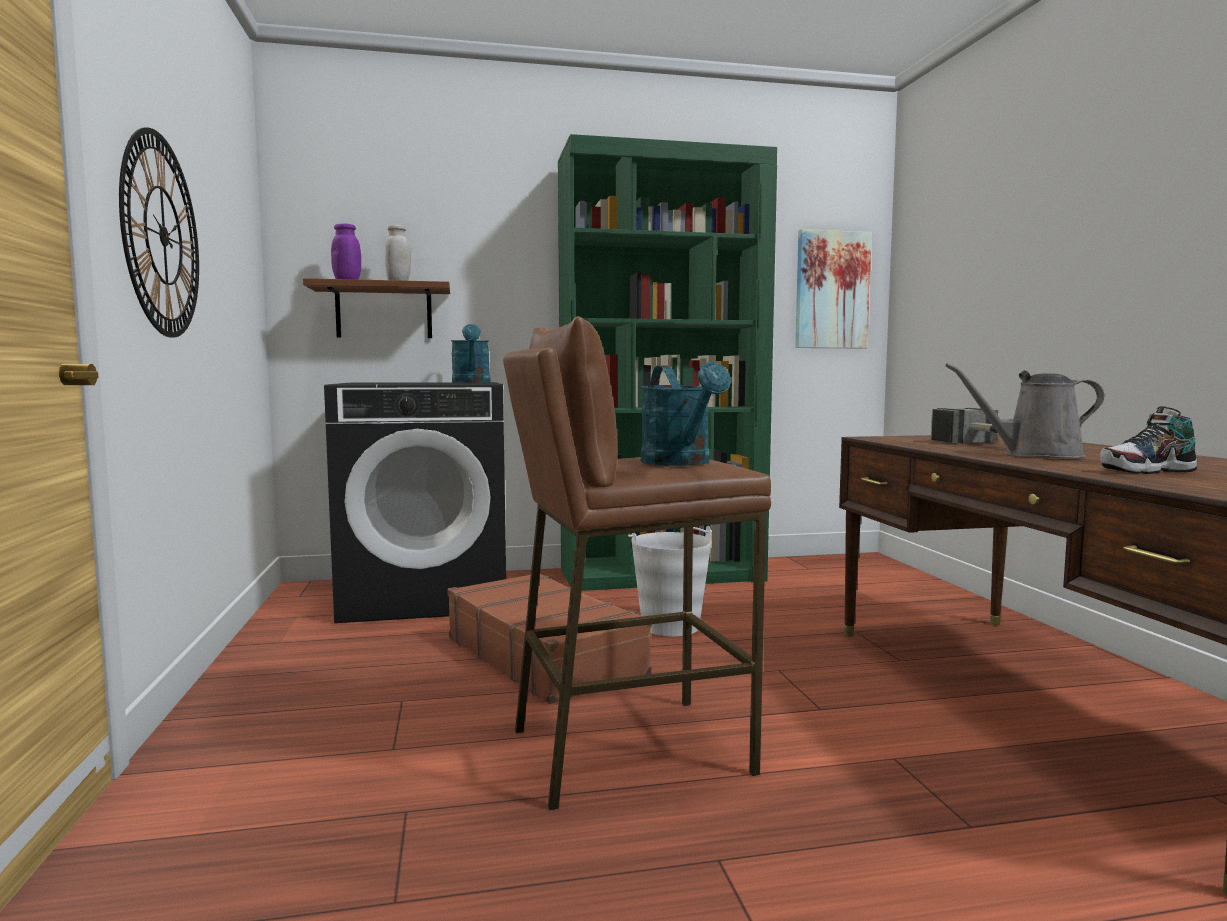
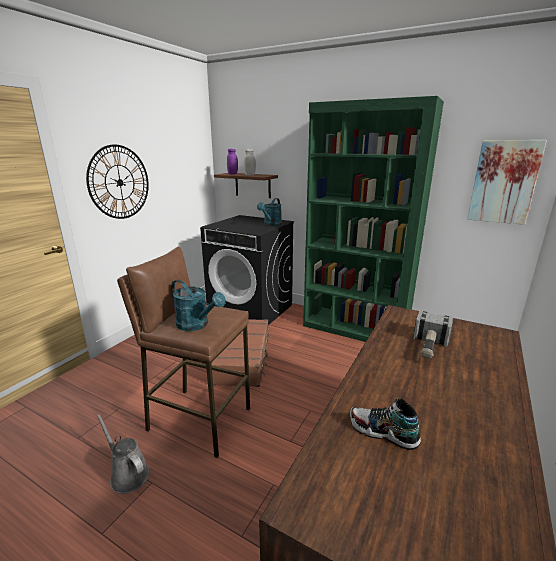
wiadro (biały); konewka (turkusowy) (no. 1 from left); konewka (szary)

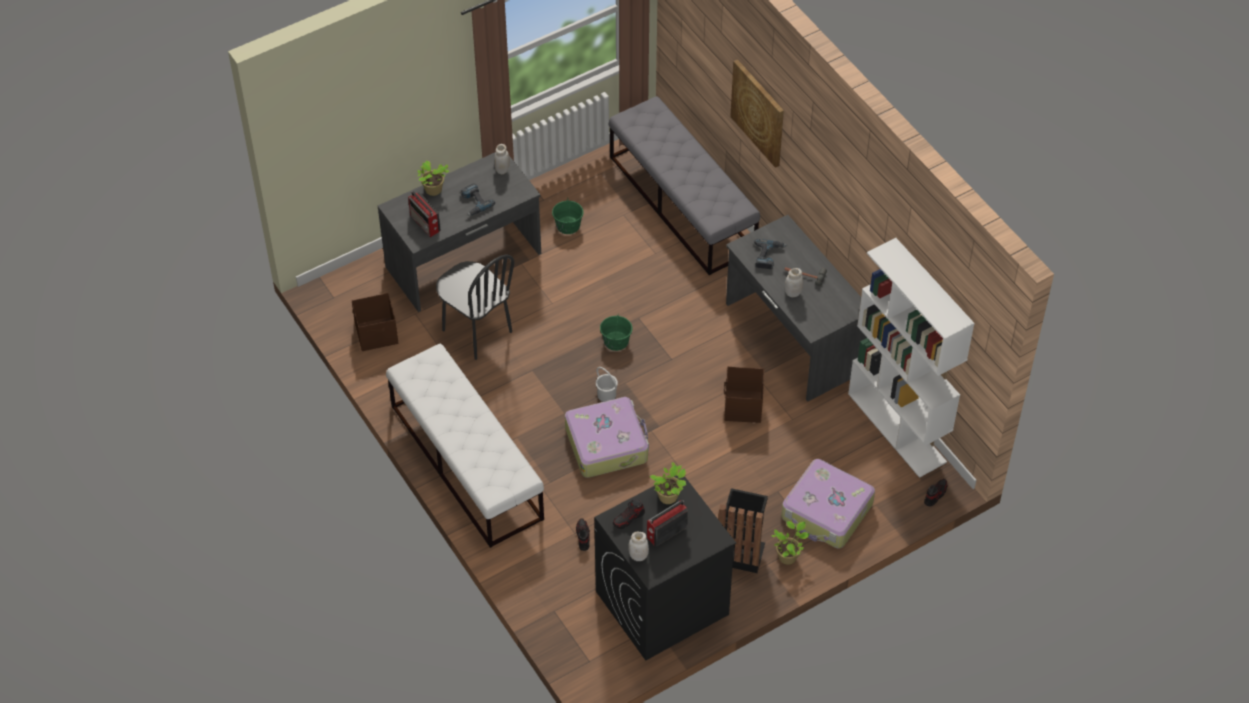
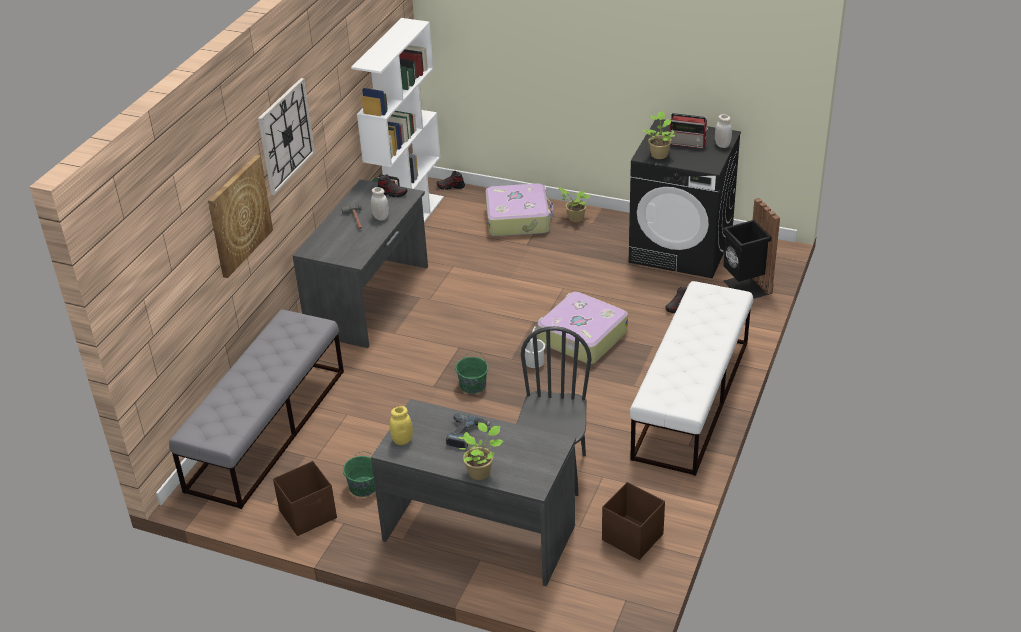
radio (no. 1 from left in the first image); słoik (żółty); but (no. 1 from left); kosz na śmieci (czarny); pojemnik do przechowywania (brązowy) (no. 1 from left); wiertarka (no. 2 from left in the first image); zegar ścienny

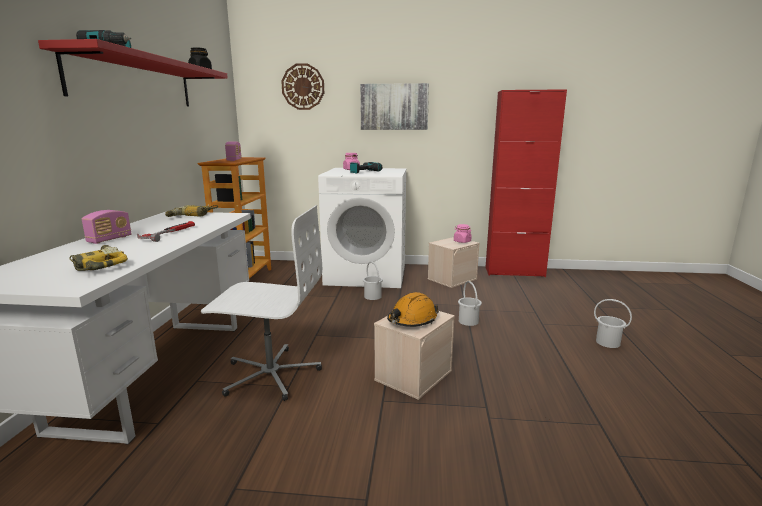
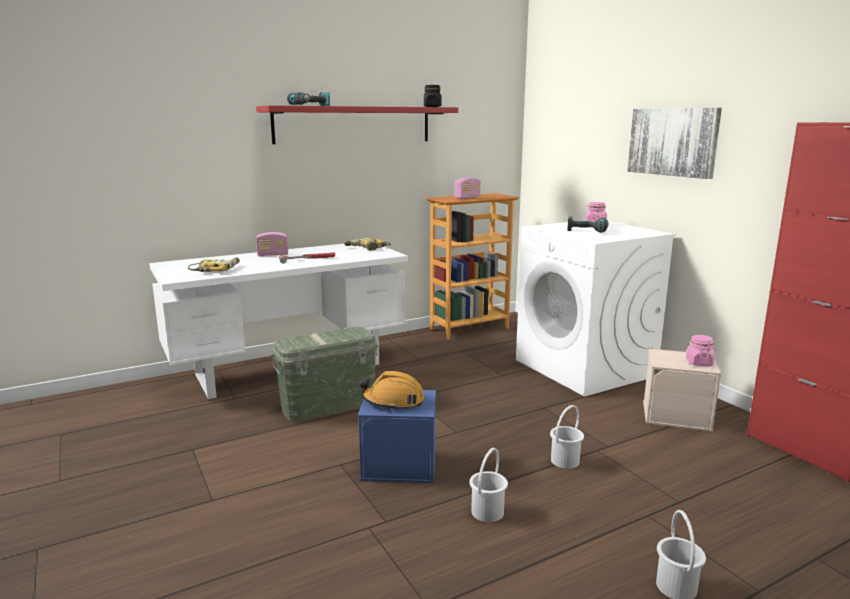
pojemnik do przechowywania (zielony); zegar ścienny; wiadro (biały) (no. 1 from left); pojemnik do przechowywania (niebieski)

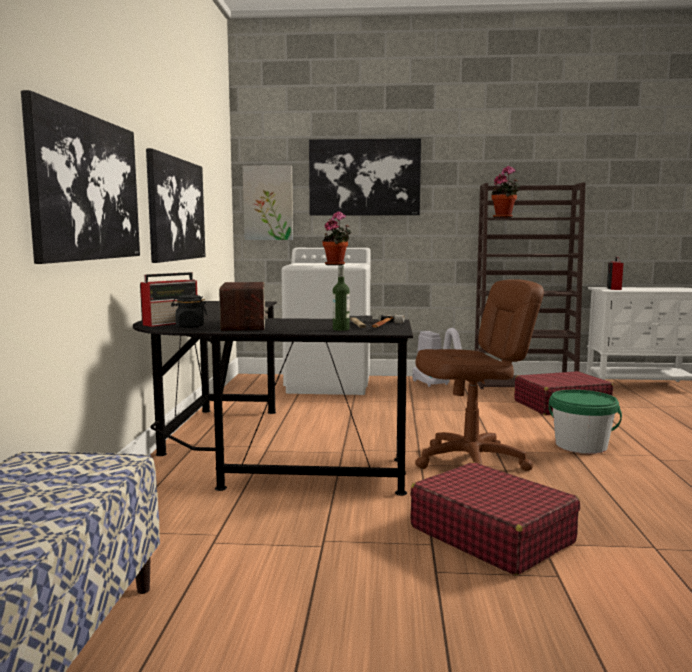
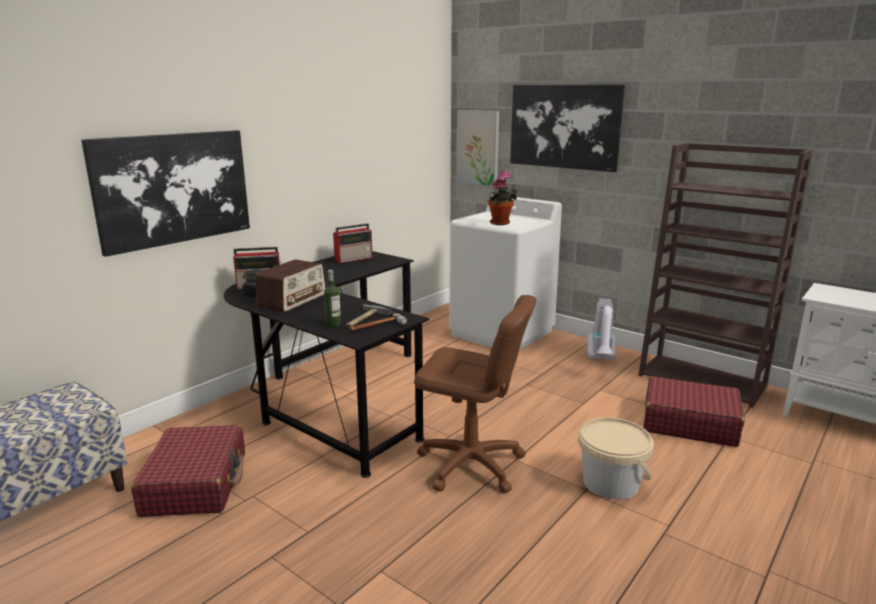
obraz (no. 2 from left in the first image); walizka (czerwony) (no. 1 from left); roślina doniczkowa (no. 2 from left in the first image); wiadro (beżowy); radio (no. 3 from left)

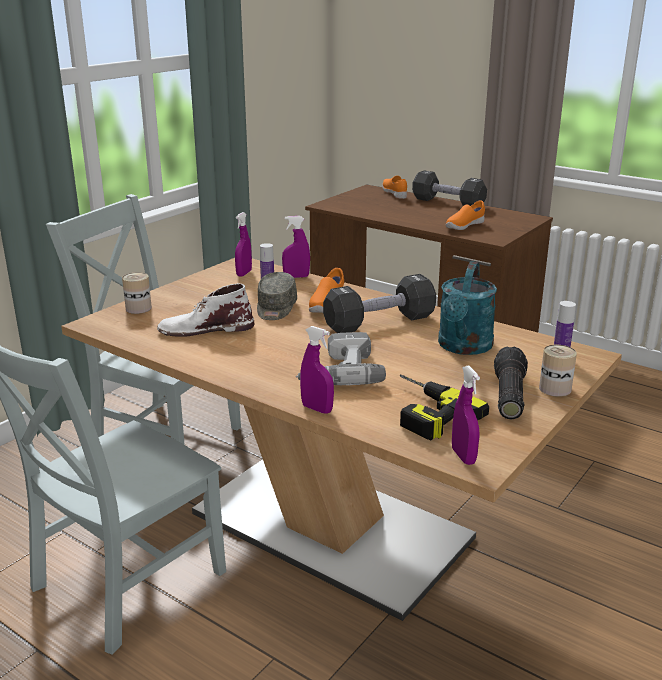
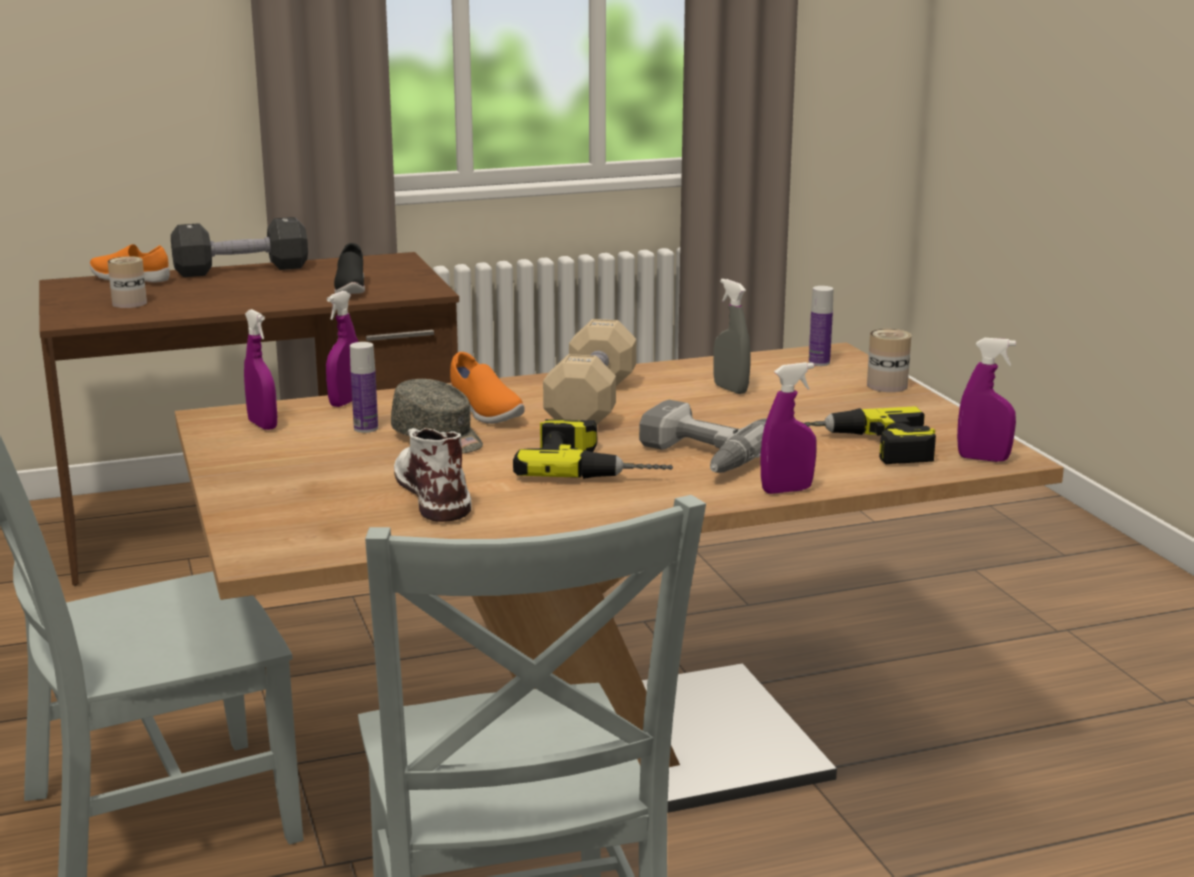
puszka (no. 1 from left); but z cholewką (biały); hantel (beżowy); spryskiwacz (szary); but (czarny); latarka; wiertarka (no. 1 from left)

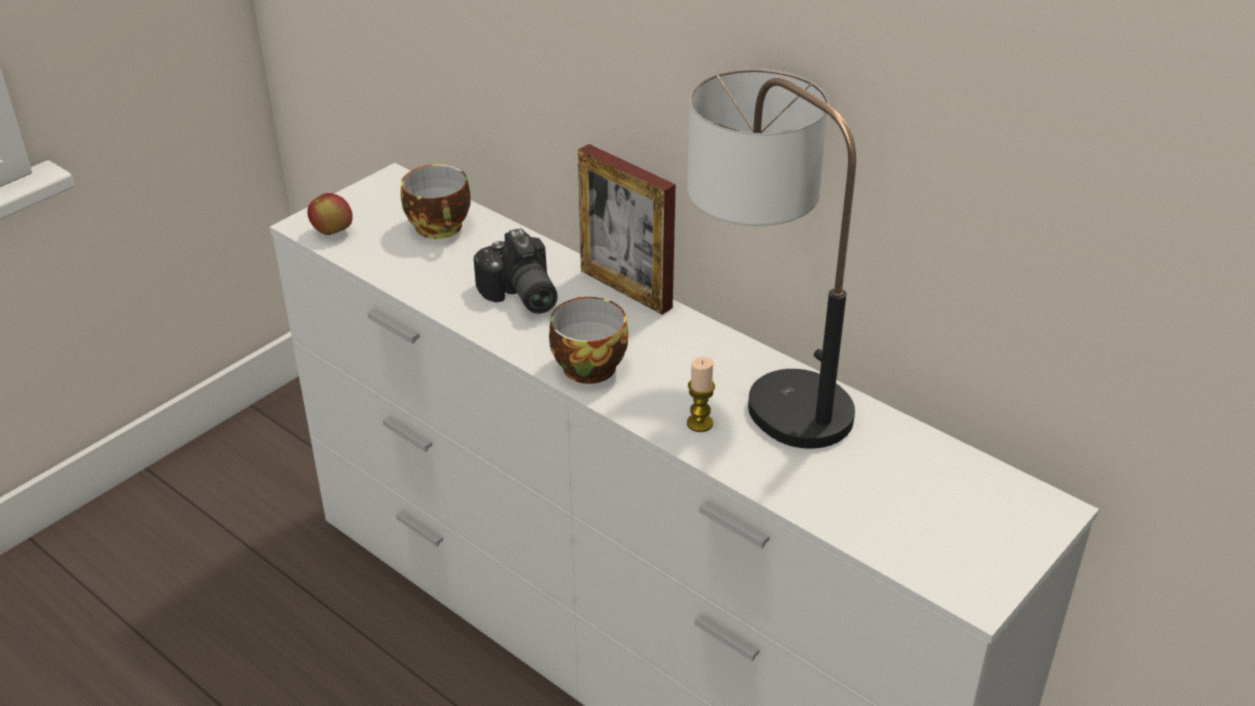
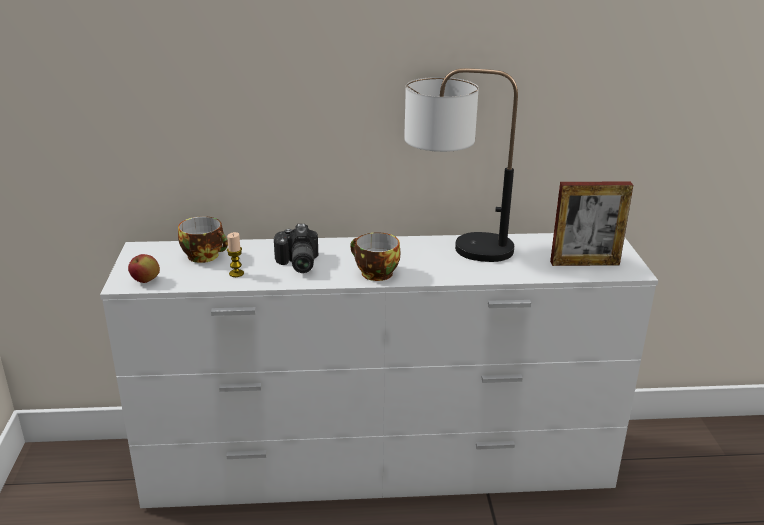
aparat fotograficzny; ramka na zdjęcie; świeca

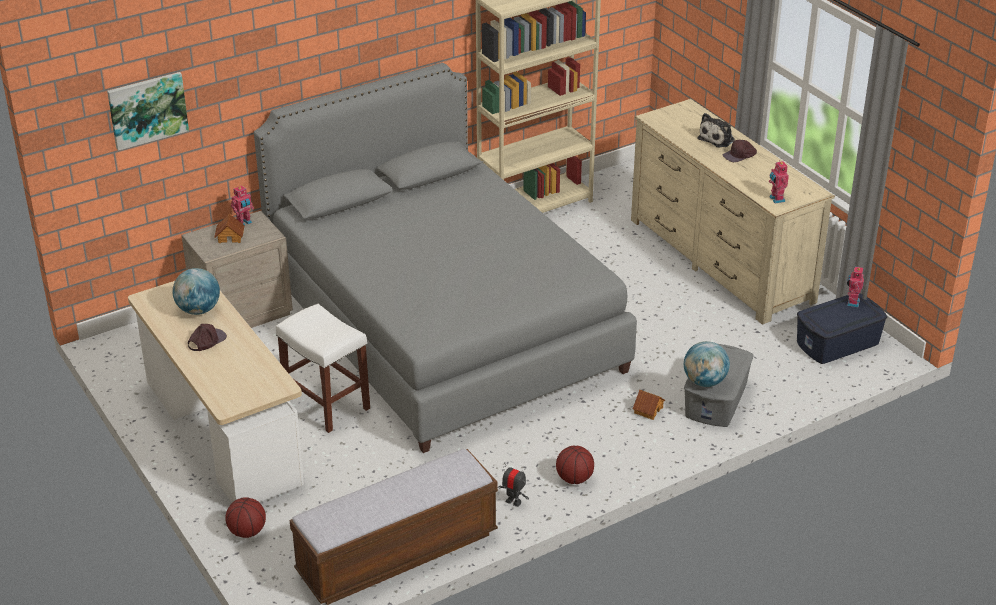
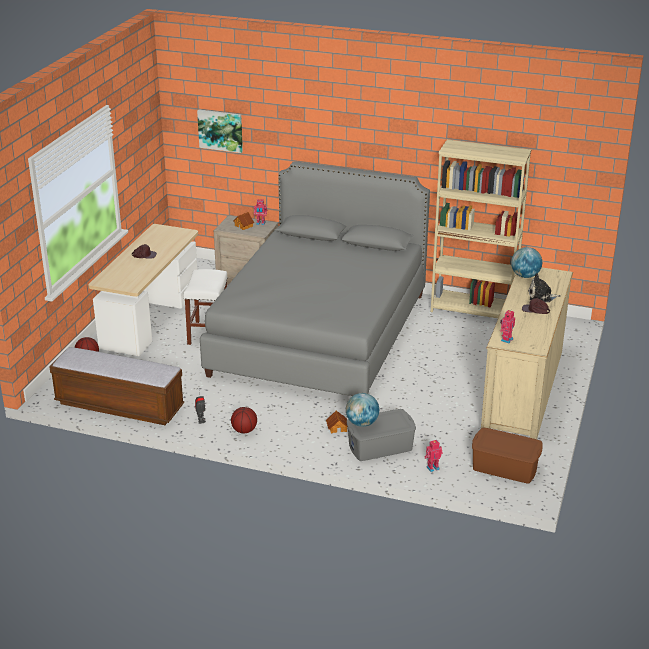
globus (no. 2 from left); pojemnik do przechowywania (brązowy); robot zabawkowy (no. 3 from left)

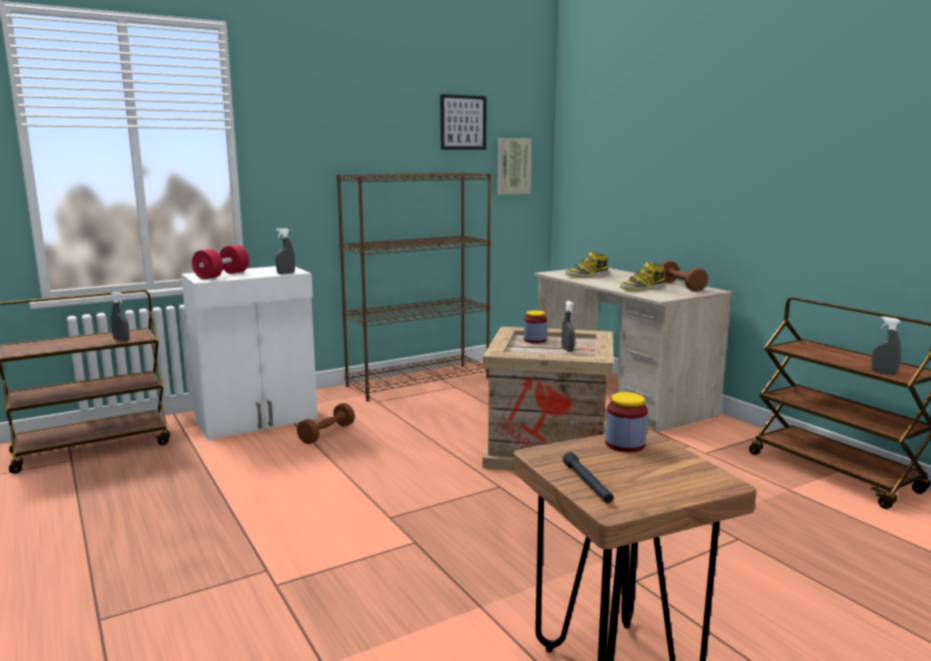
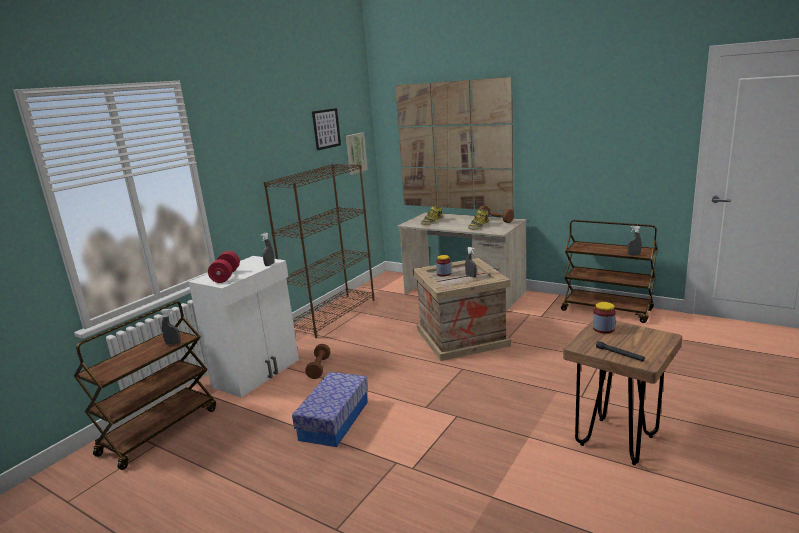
pojemnik do przechowywania; obraz (no. 3 from left)

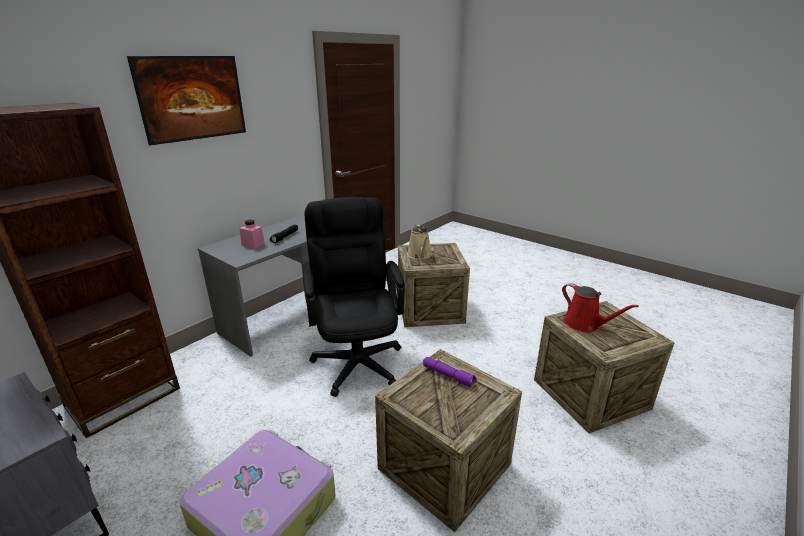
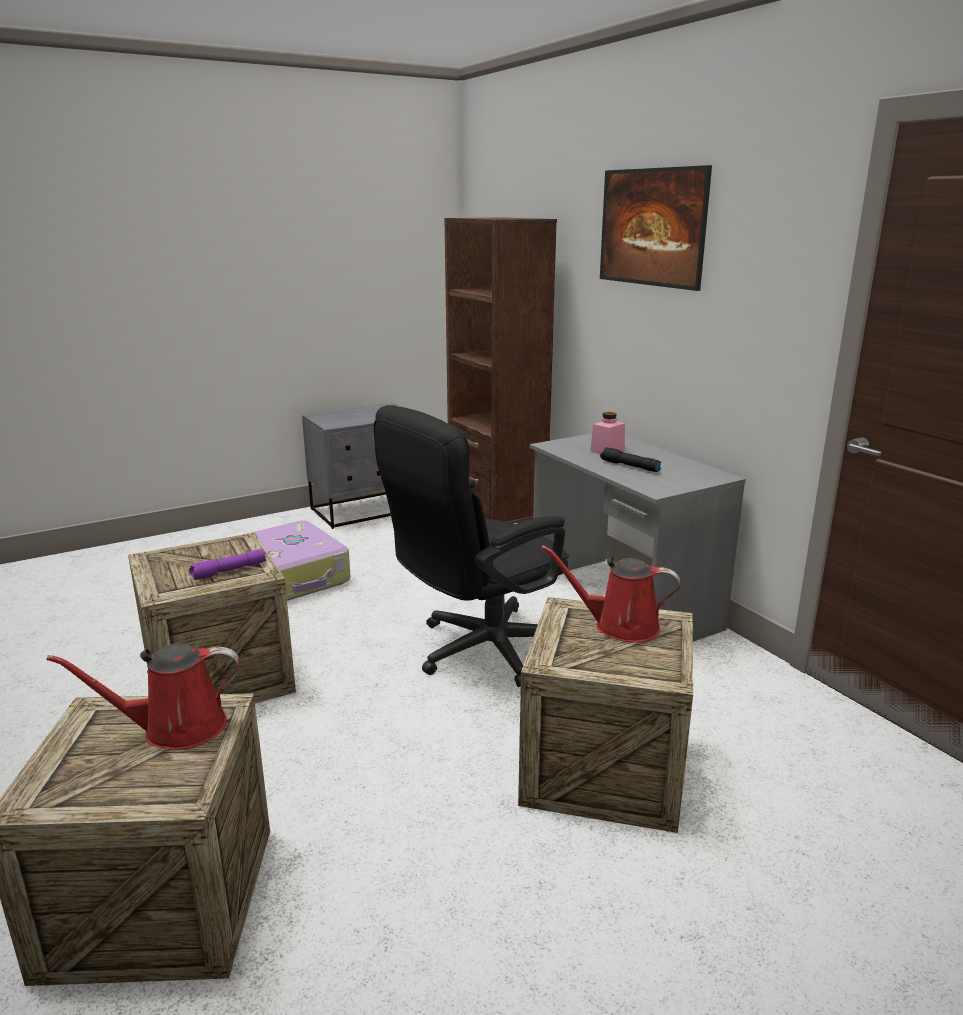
krzesło biurowe (czarny); konewka (czerwony) (no. 2 from left)

